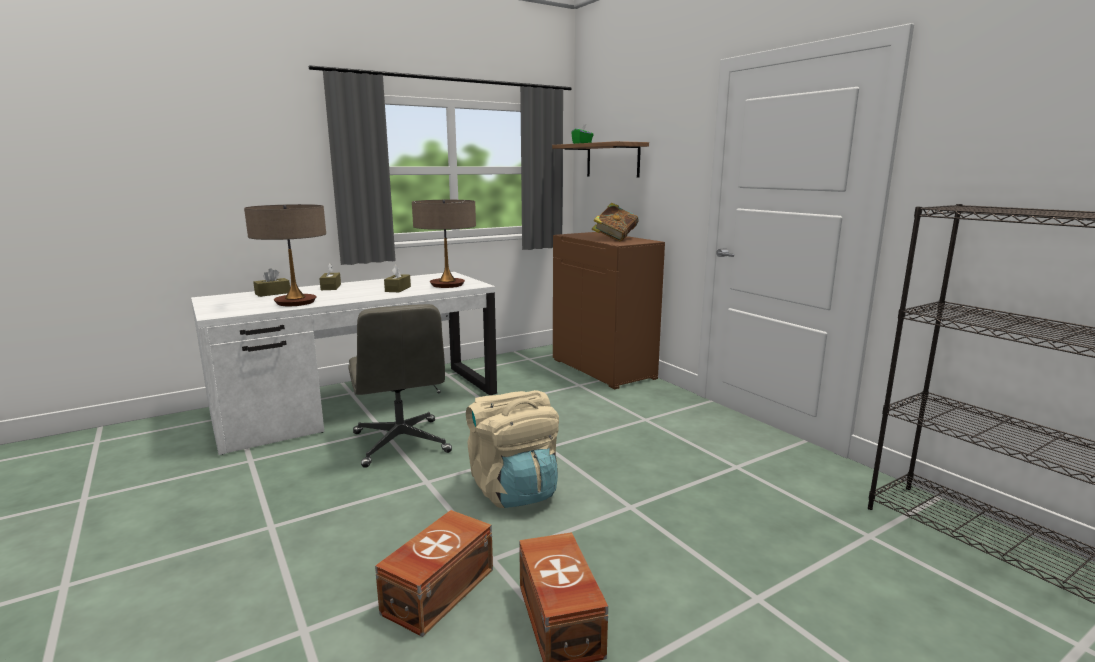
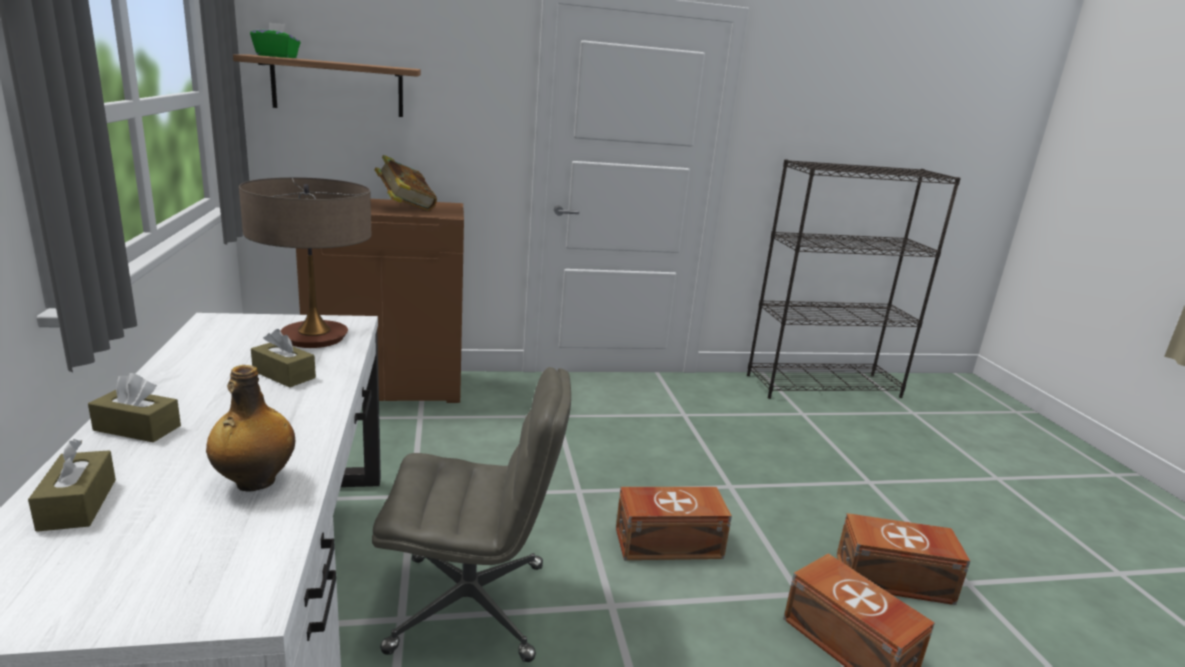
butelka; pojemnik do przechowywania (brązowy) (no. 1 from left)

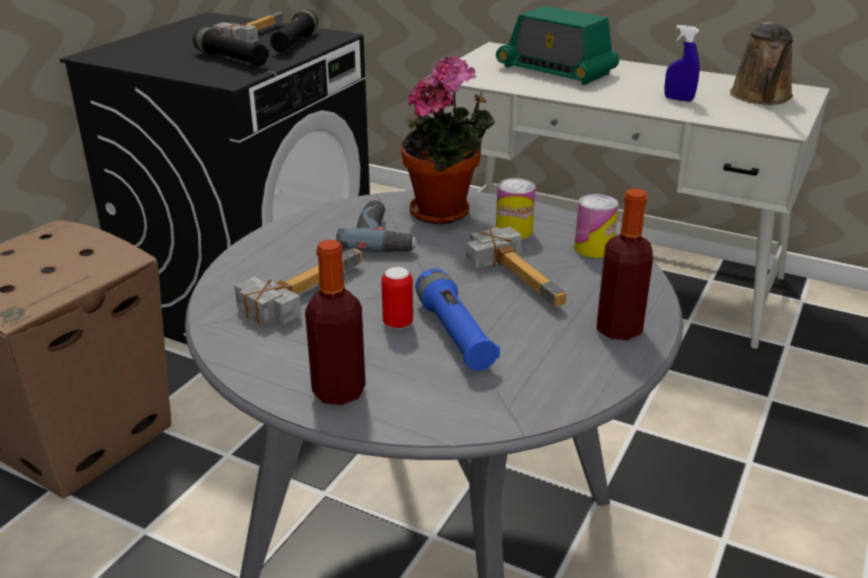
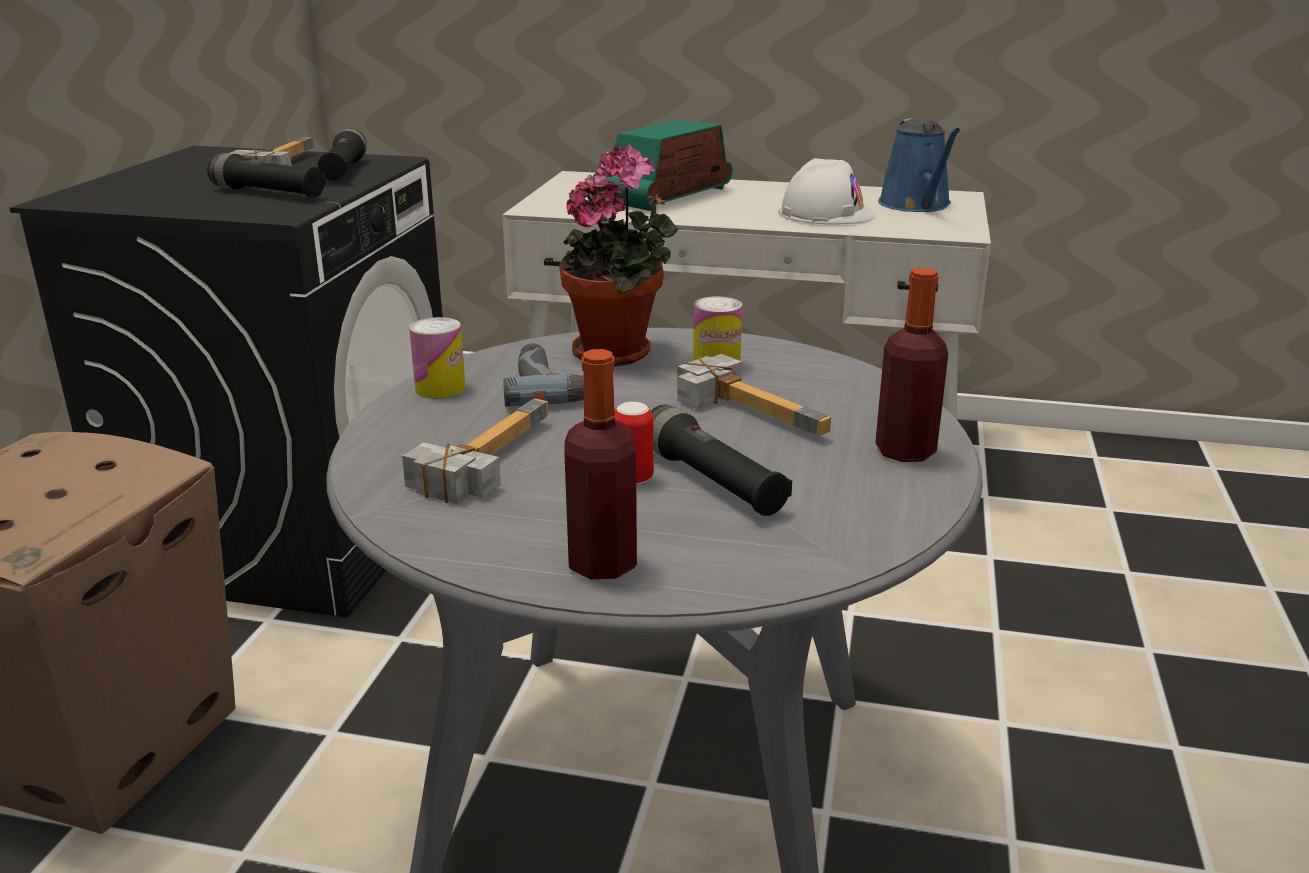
latarka (czarny) (no. 3 from left); radio; puszka (no. 1 from left); kask (biały); konewka (niebieski)

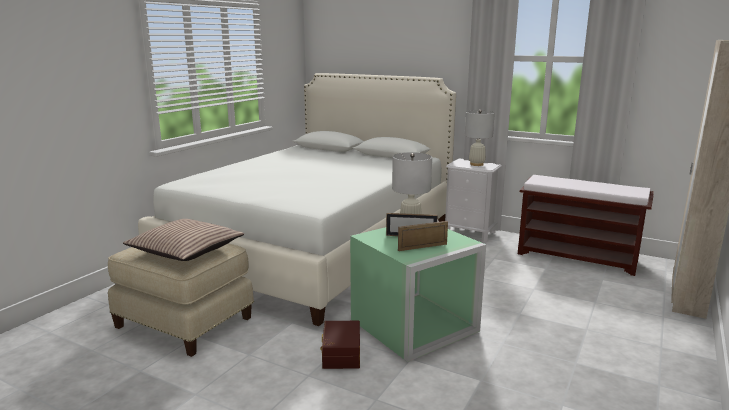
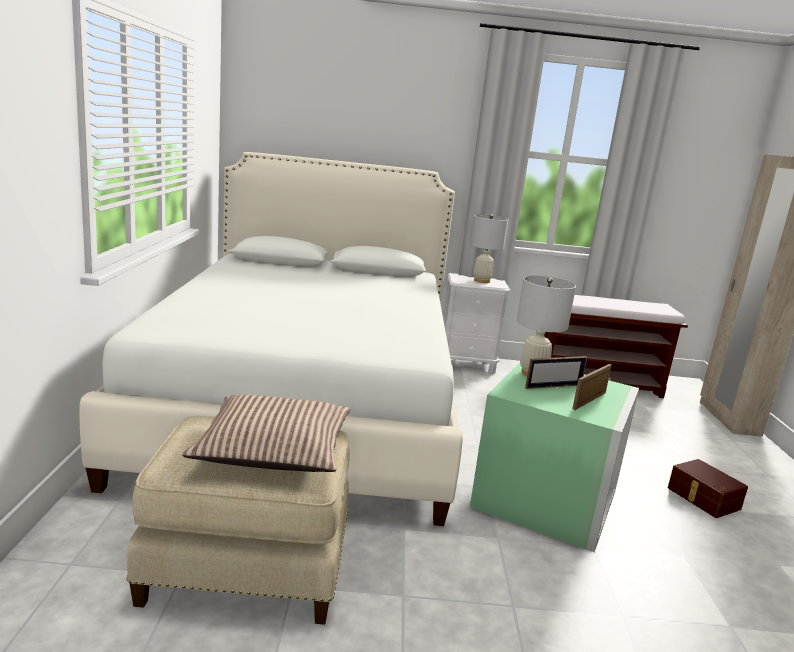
pojemnik do przechowywania (brązowy)

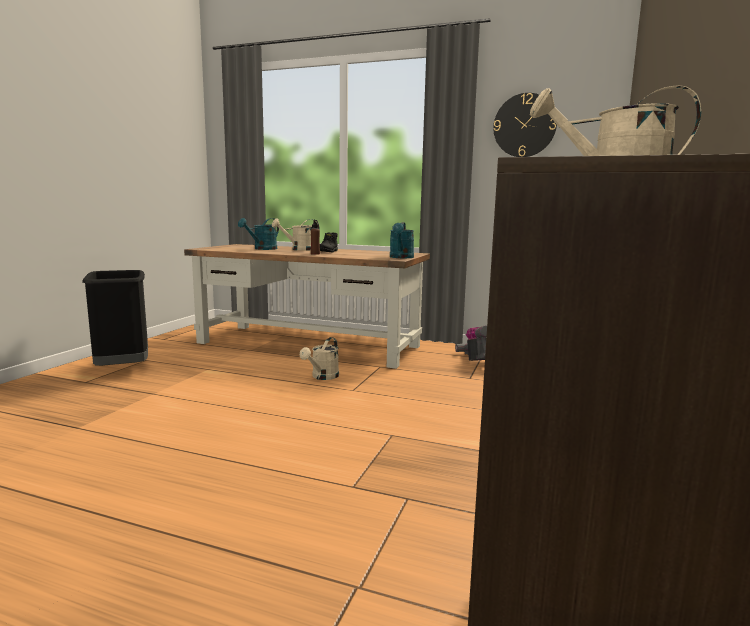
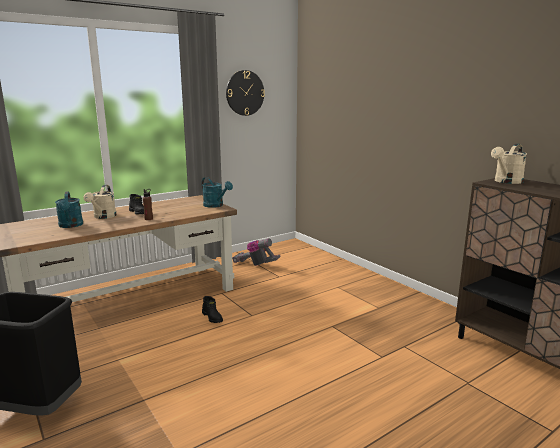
but z cholewką (czarny) (no. 2 from left)

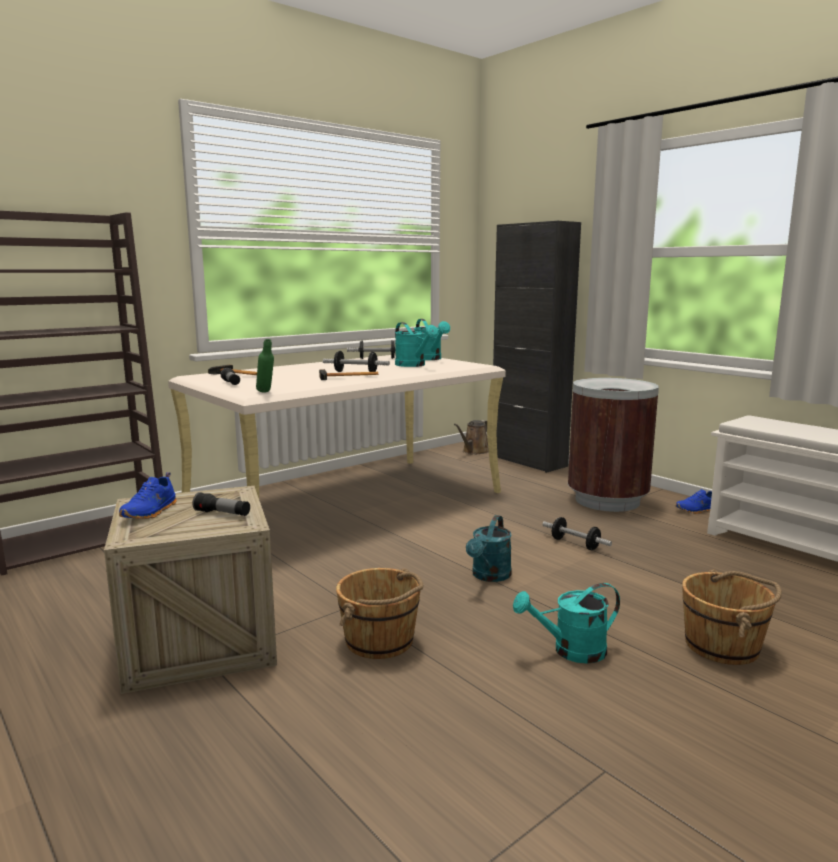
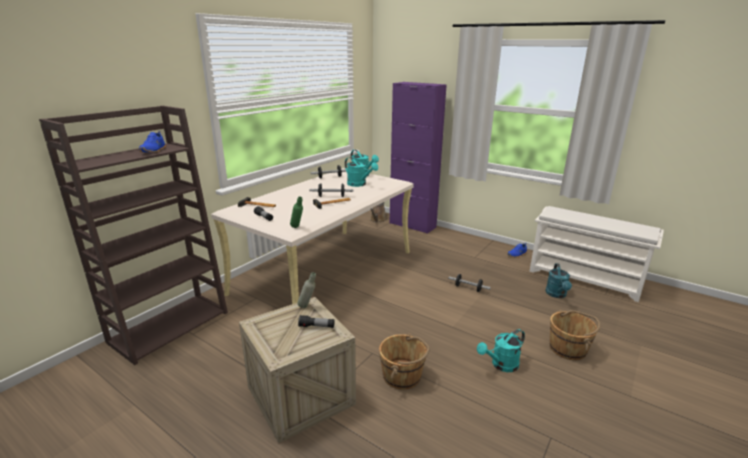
but (niebieski) (no. 1 from left); konewka (turkusowy) (no. 4 from left); szafka (fioletowy); kosz na śmieci (brązowy); butelka (szary)

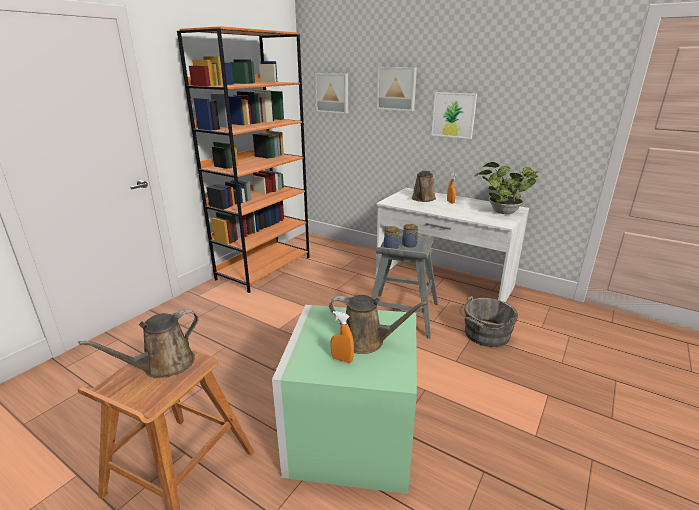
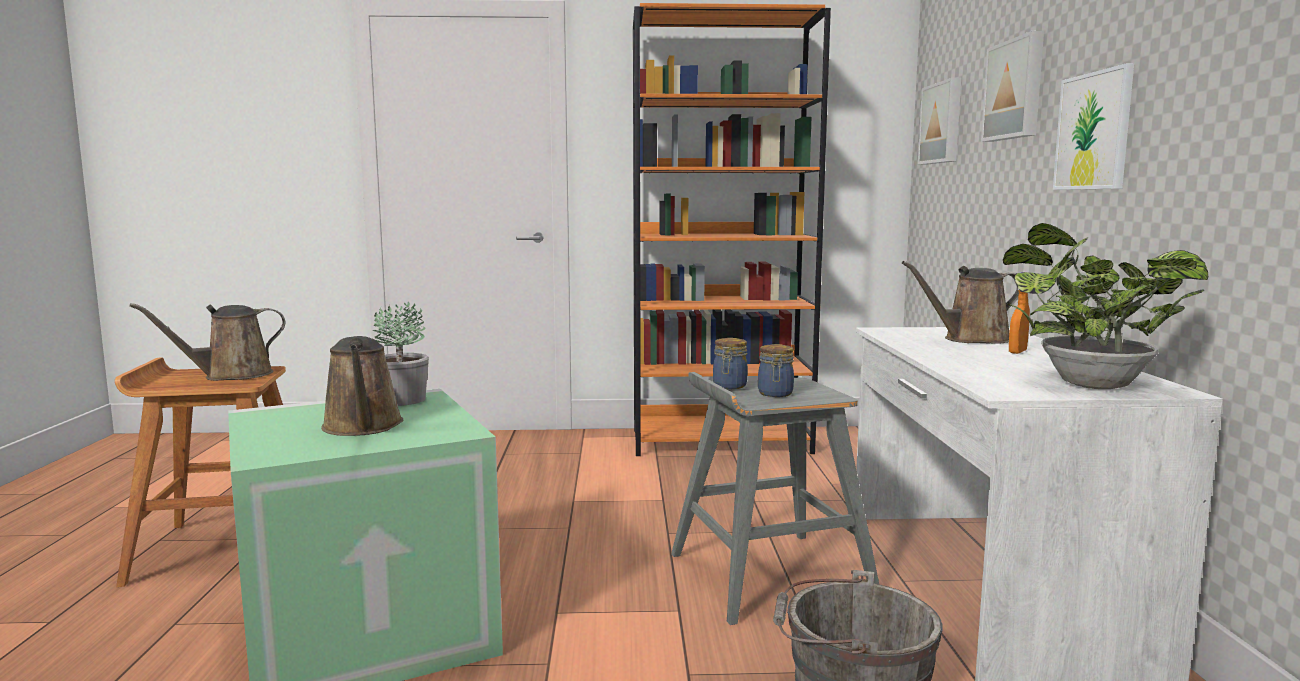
konewka (brązowy) (no. 1 from left); spryskiwacz (pomarańczowy) (no. 1 from left in the first image); roślina doniczkowa (no. 1 from left)

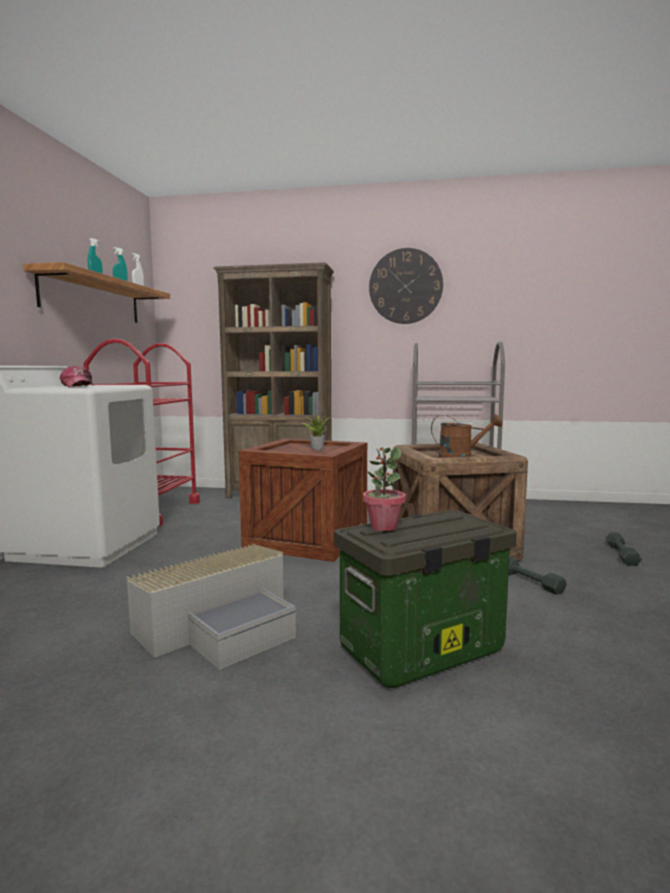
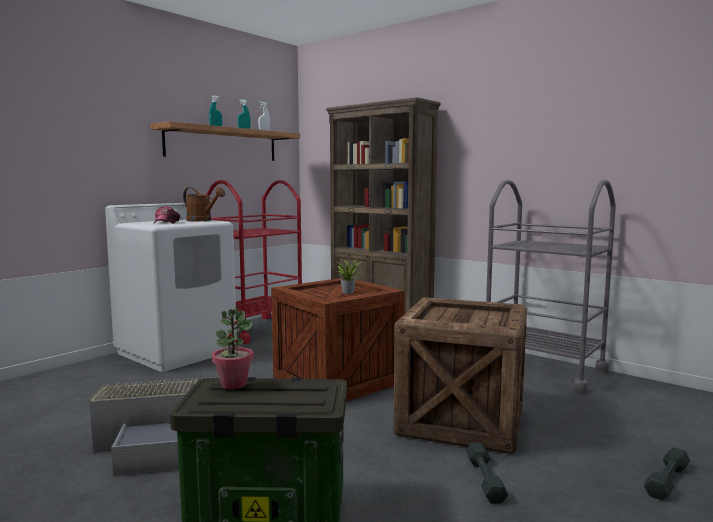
zegar ścienny; konewka (brązowy)

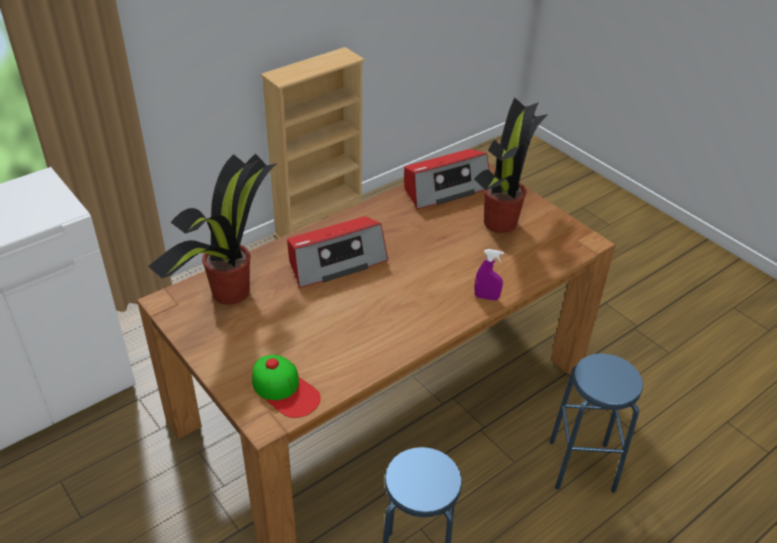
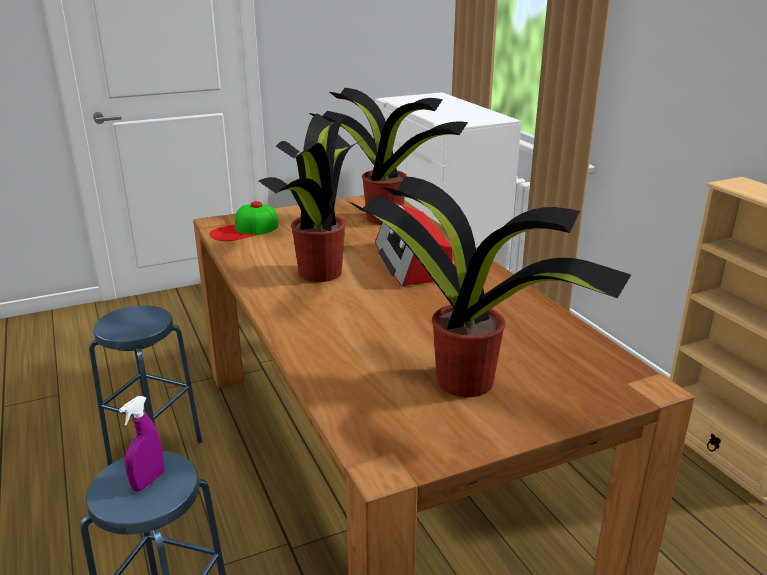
radio (no. 2 from left in the first image); spryskiwacz (fioletowy); roślina doniczkowa (no. 1 from left)

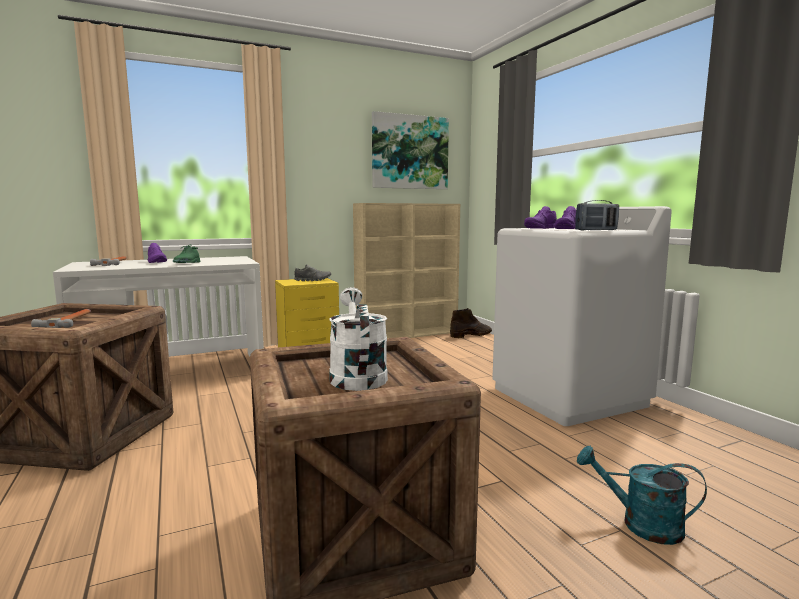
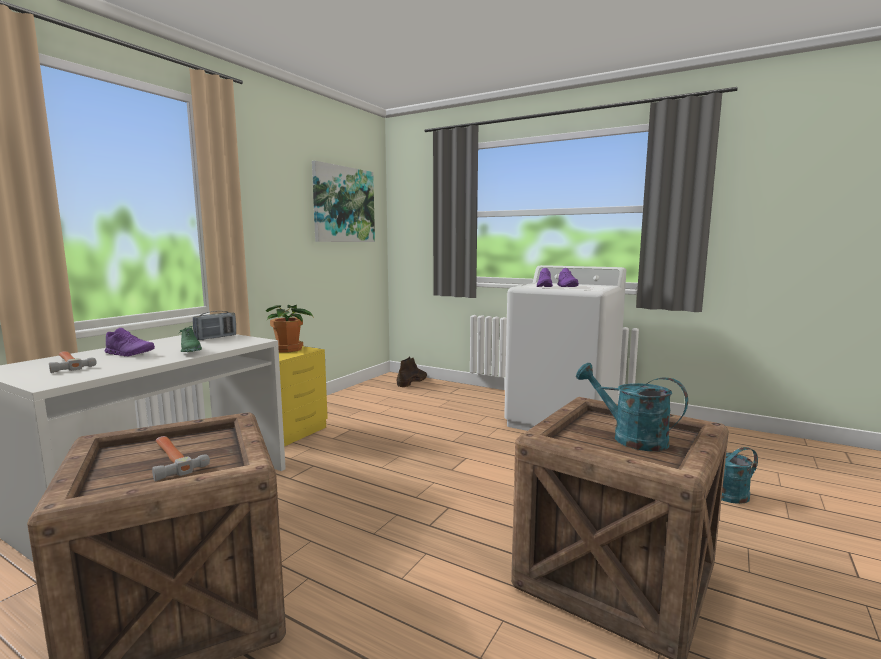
roślina doniczkowa; konewka (turkusowy) (no. 1 from left); regał (beżowy); radio

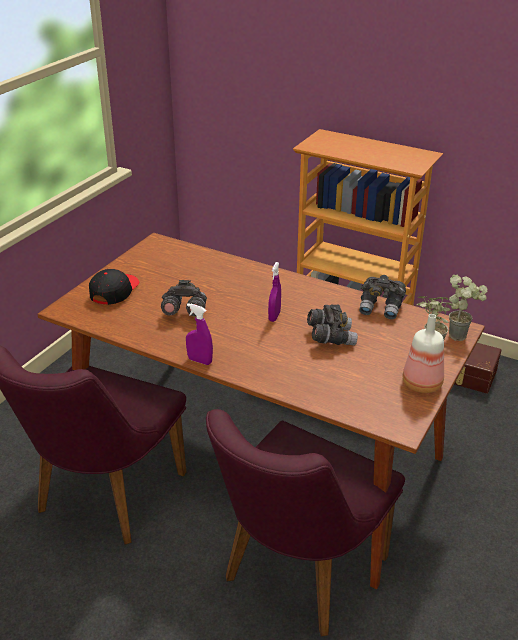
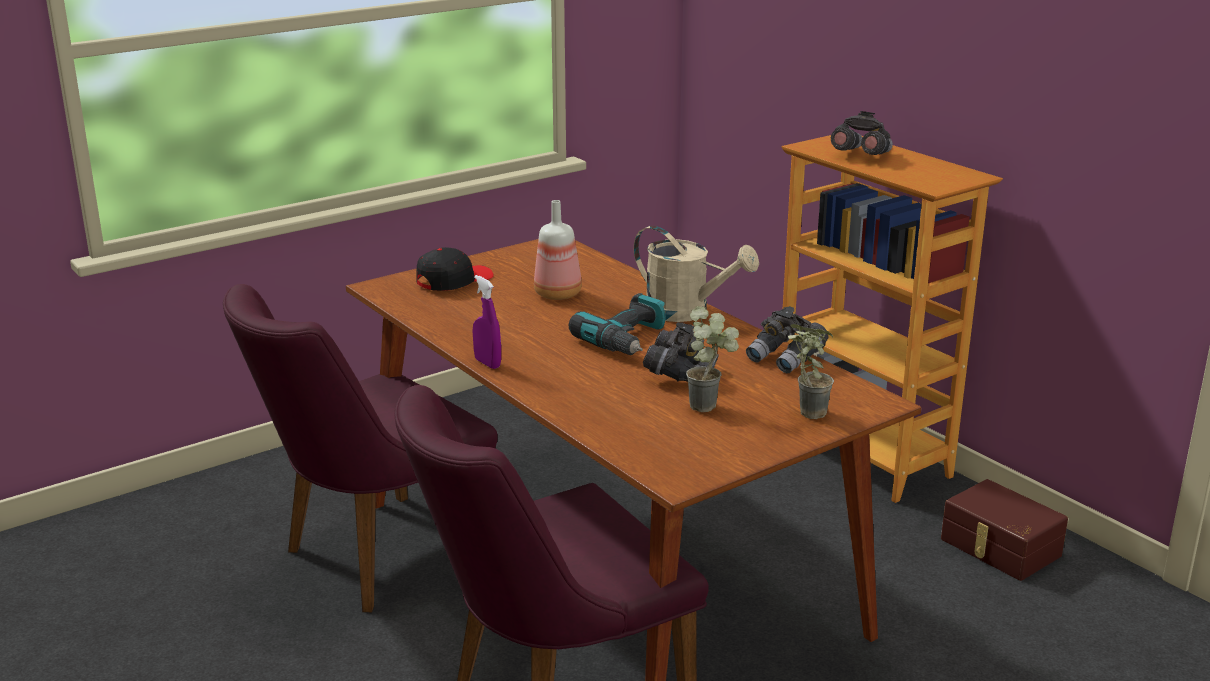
lornetka (szary) (no. 3 from left); wiertarka; butelka; roślina doniczkowa (no. 1 from left); konewka (beżowy)

